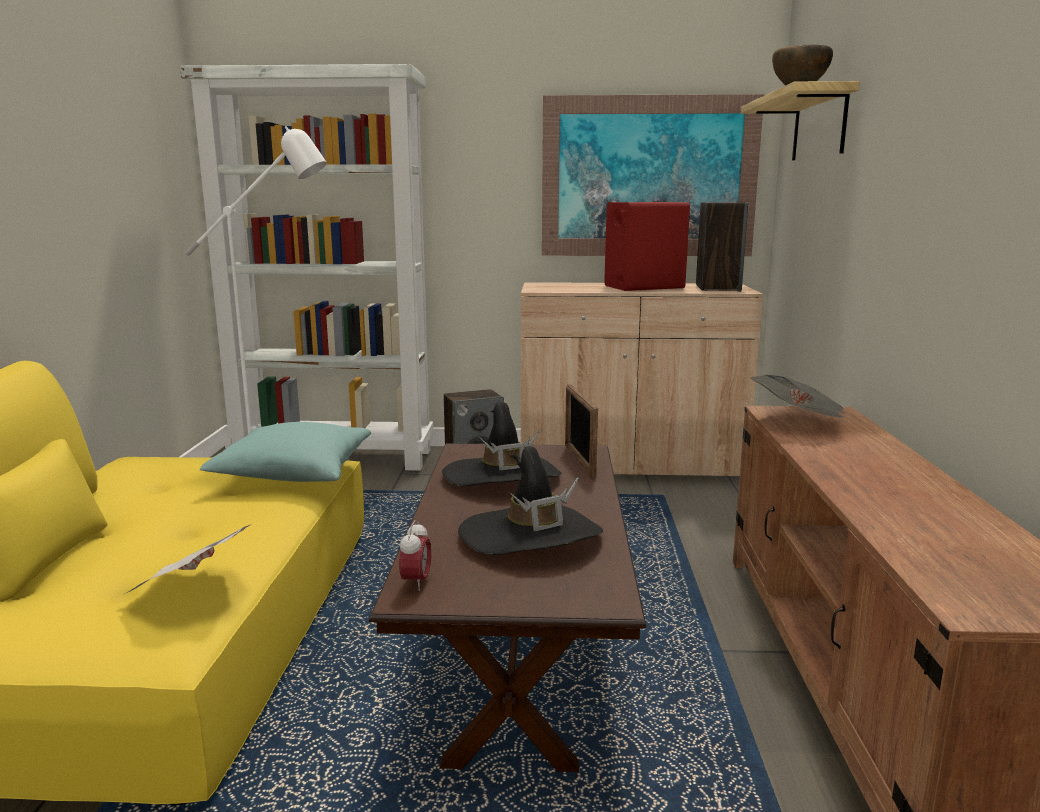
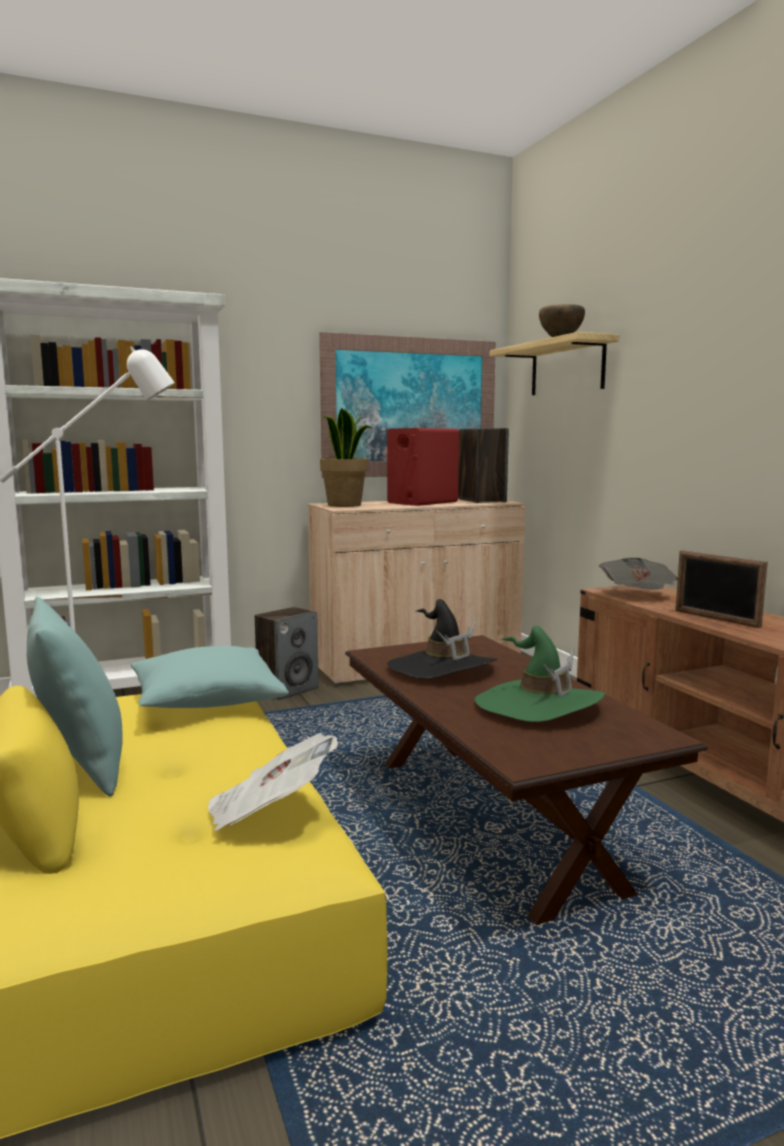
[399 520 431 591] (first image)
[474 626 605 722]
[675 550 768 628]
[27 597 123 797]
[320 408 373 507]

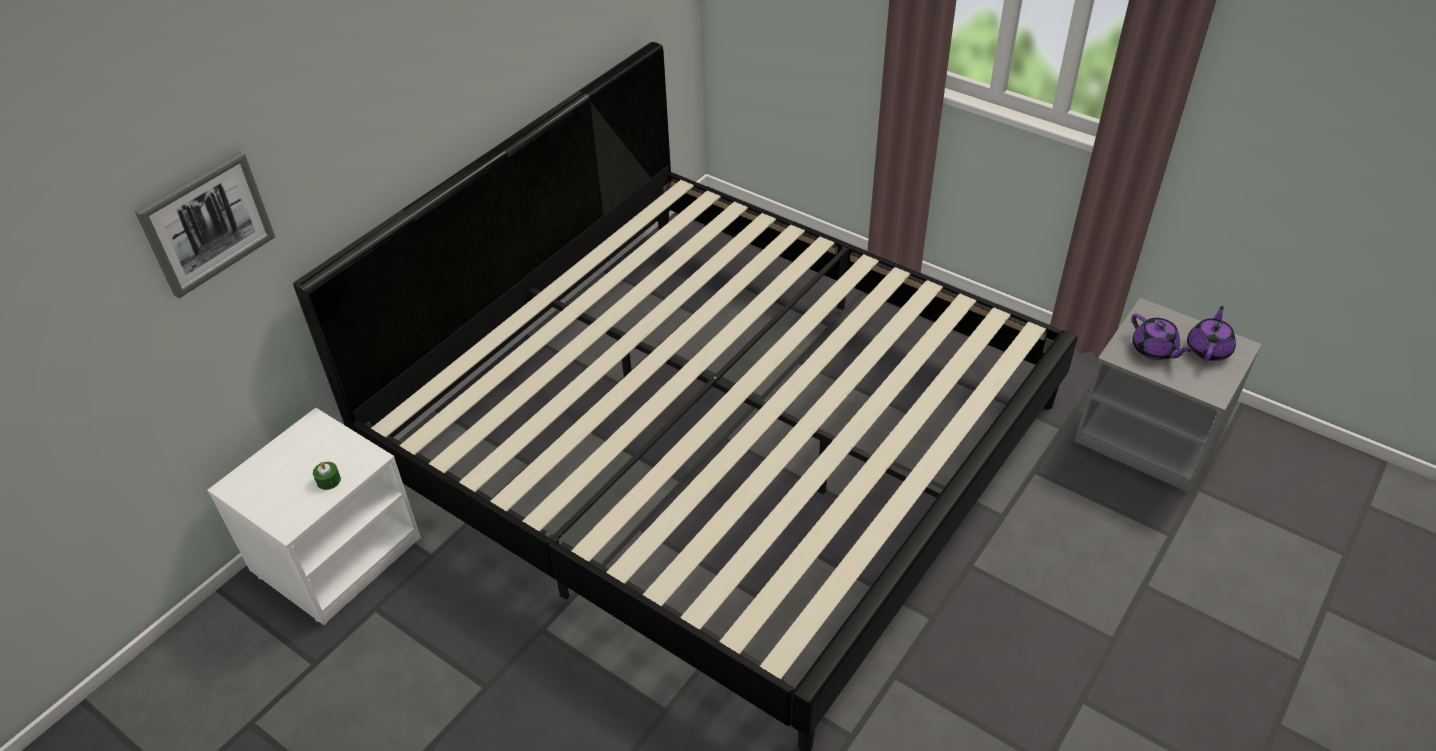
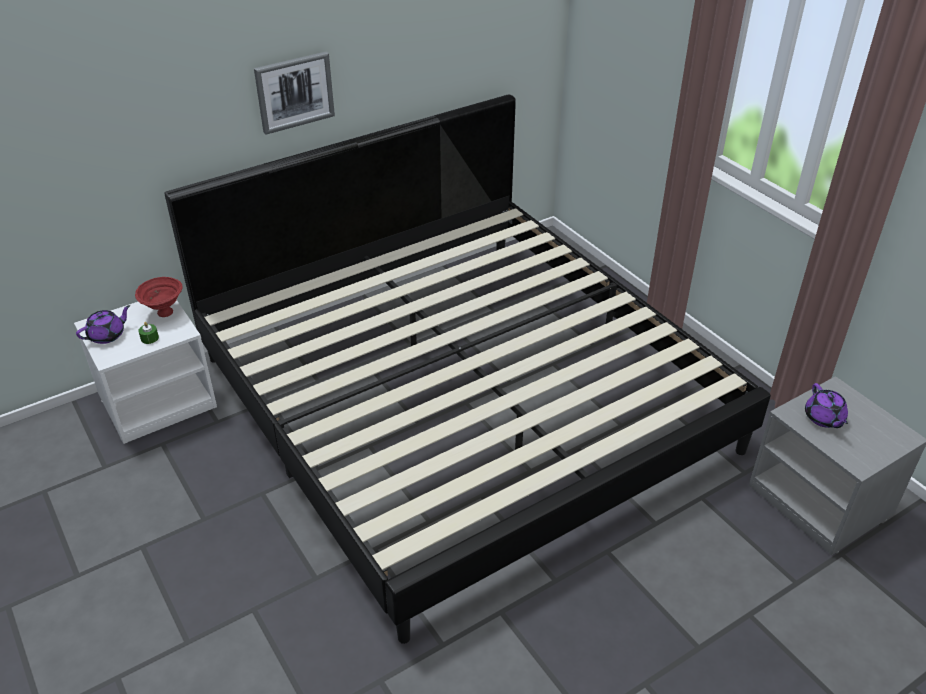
[254 51 335 135]
[76 305 130 344]
[135 277 183 317]

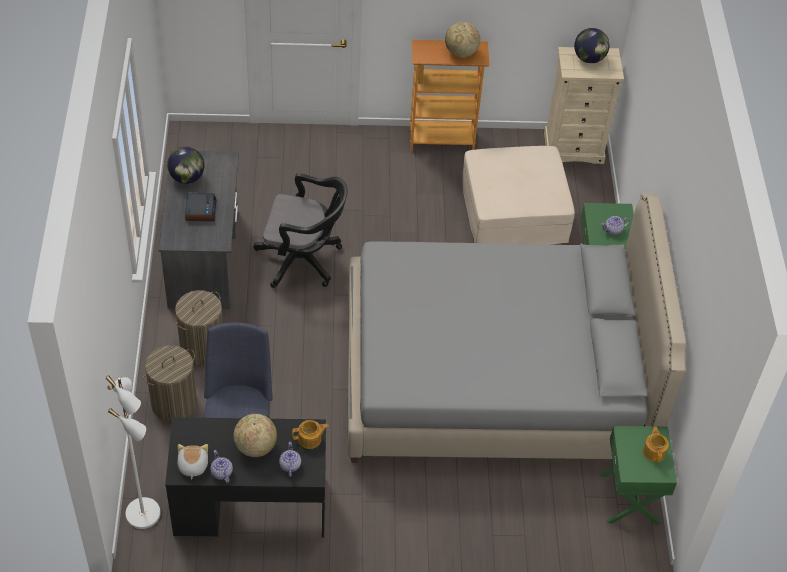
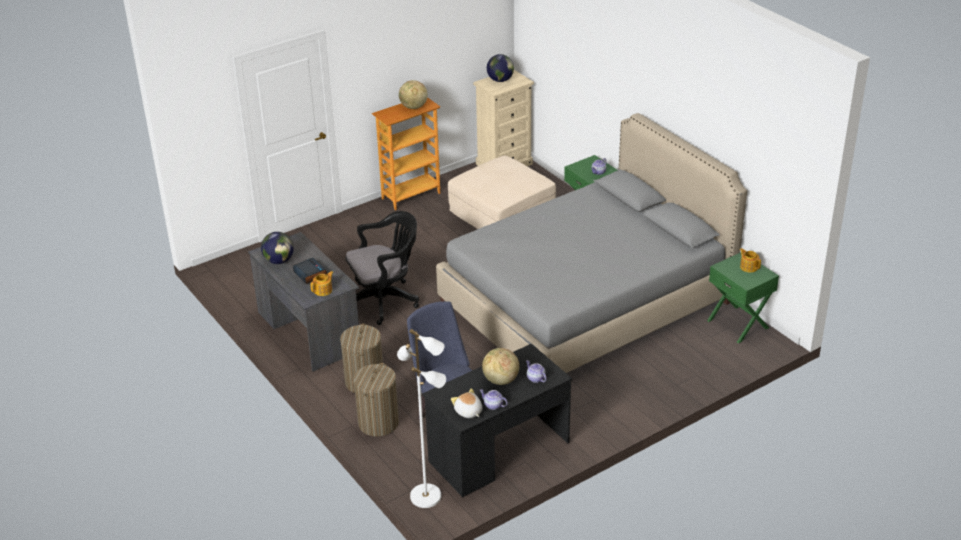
[310 271 334 296]

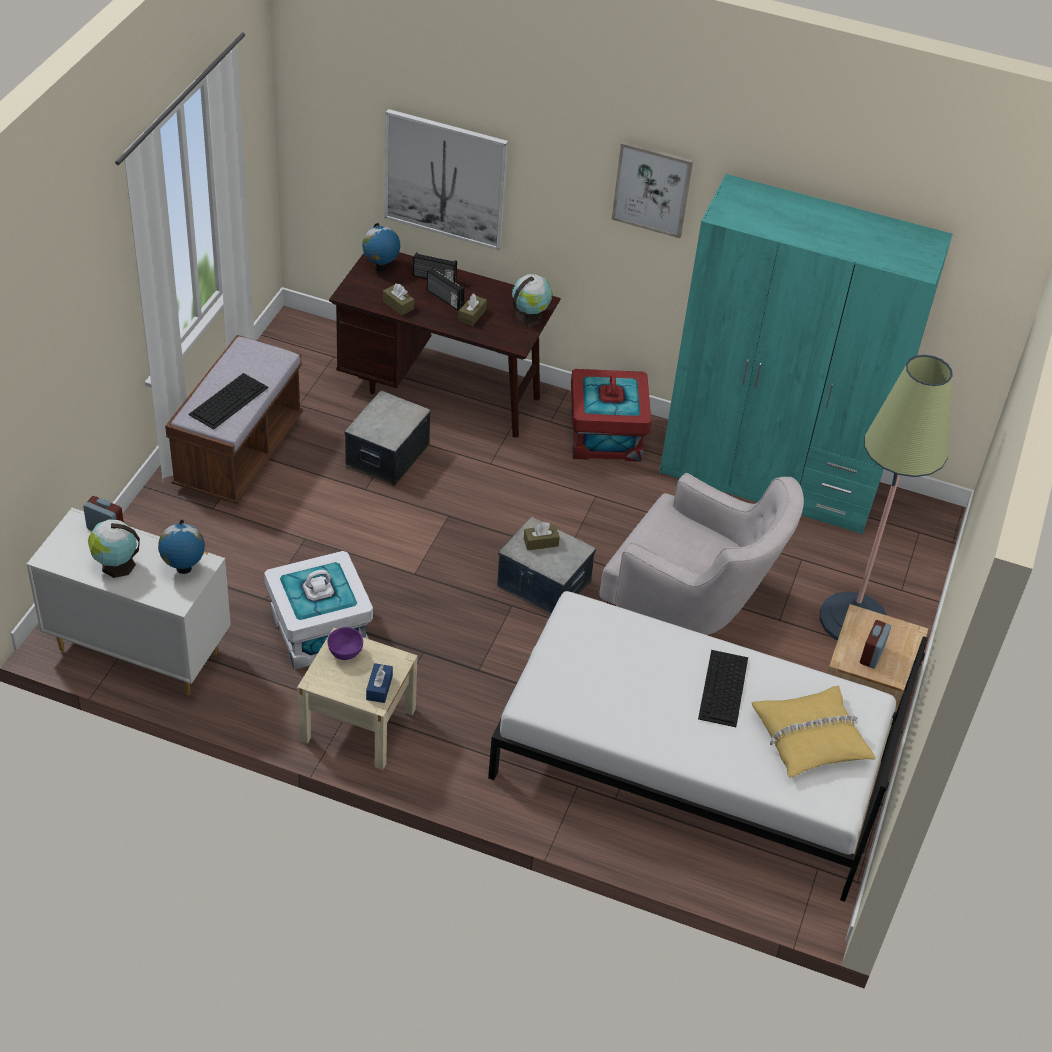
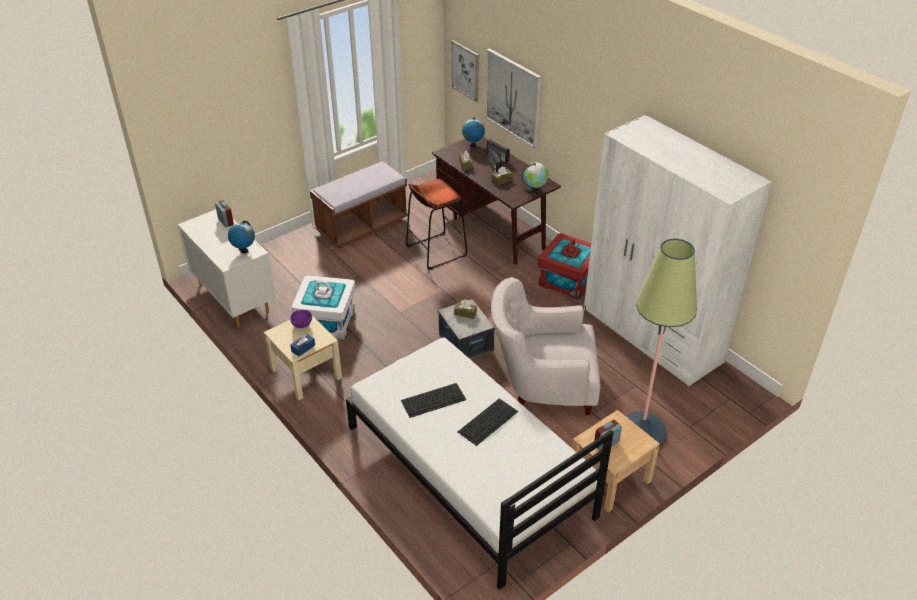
[88 519 140 578] (first image)
[401 383 466 418]
[406 179 467 270]
[491 277 600 415]
[451 40 479 102]
[584 115 772 387]
[752 686 876 778] (first image)

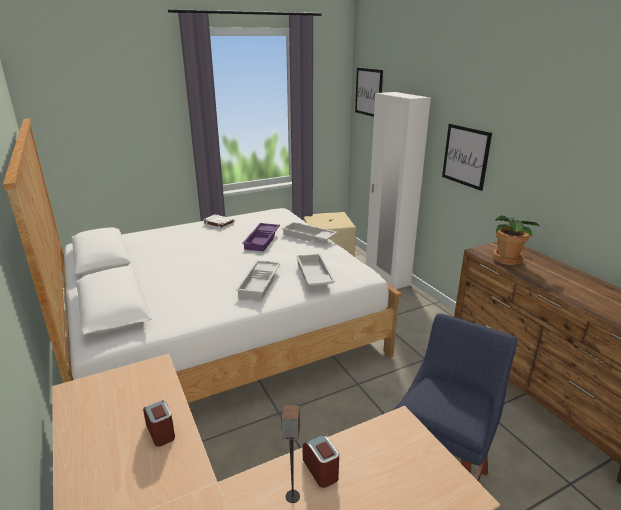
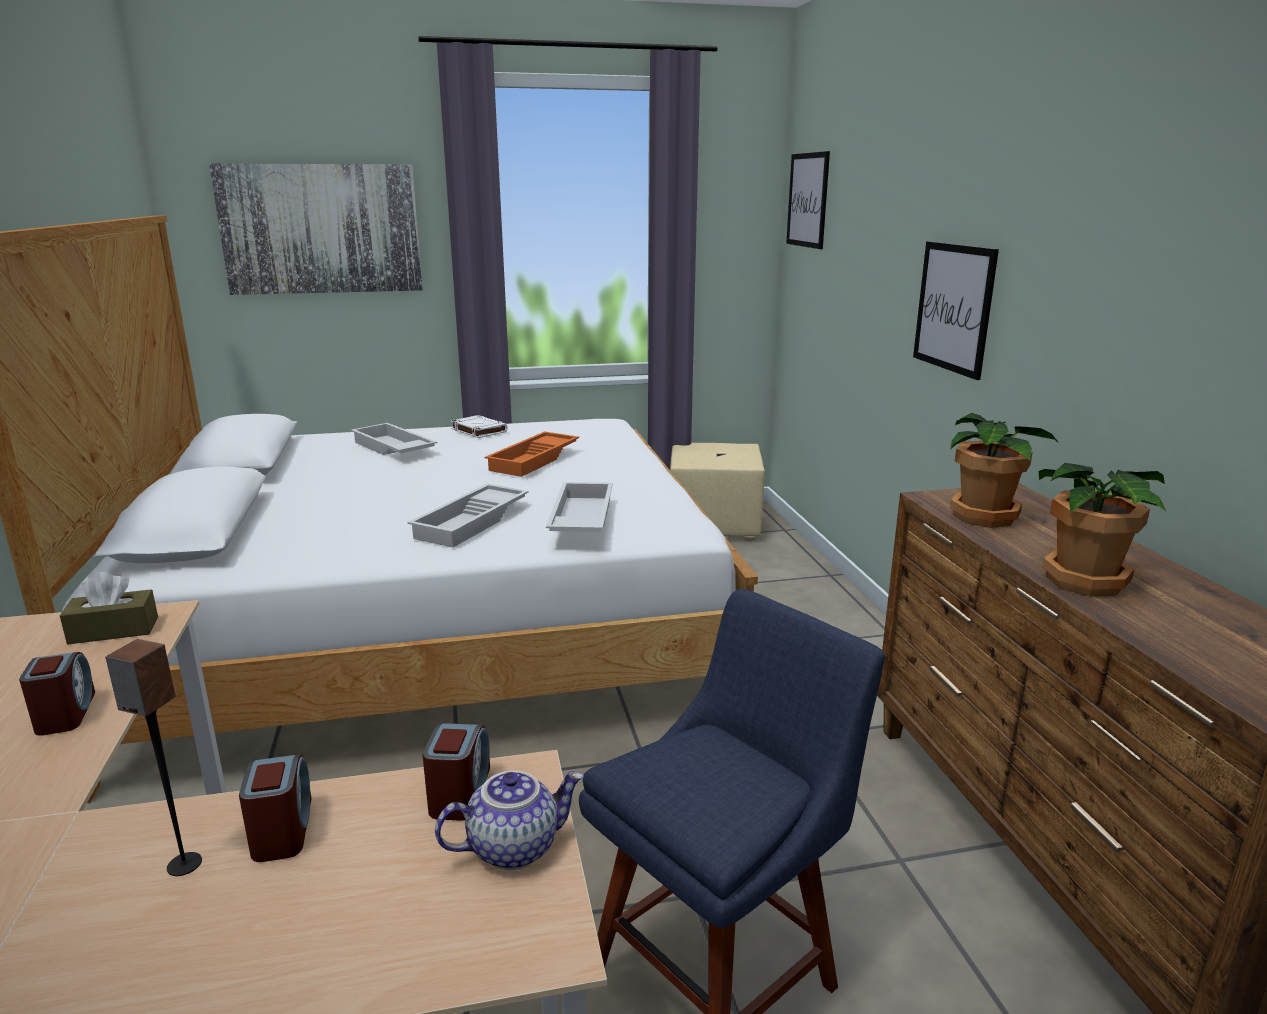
[485 431 579 477]
[351 423 437 455]
[366 92 431 289] (first image)
[60 572 158 644]
[209 163 423 295]
[422 723 490 821]
[435 771 584 870]
[1039 463 1167 596]

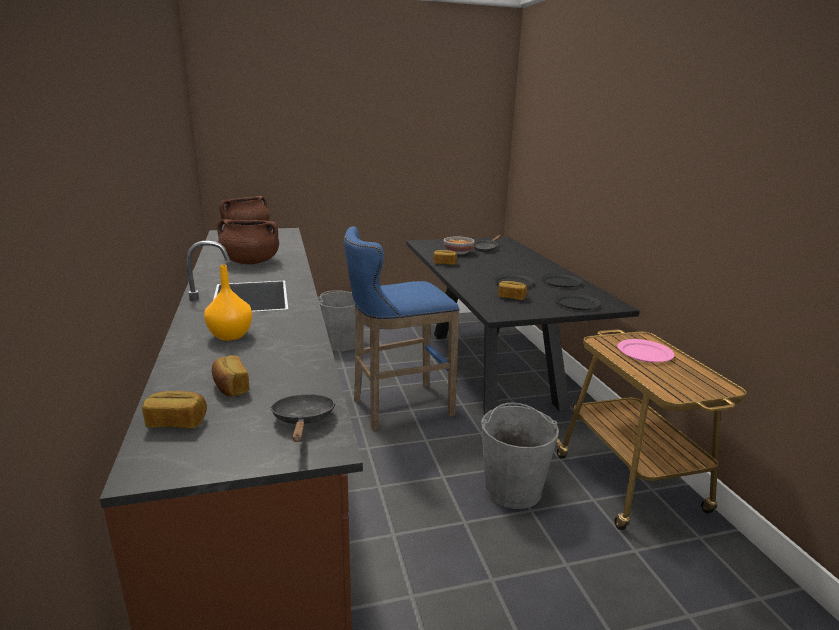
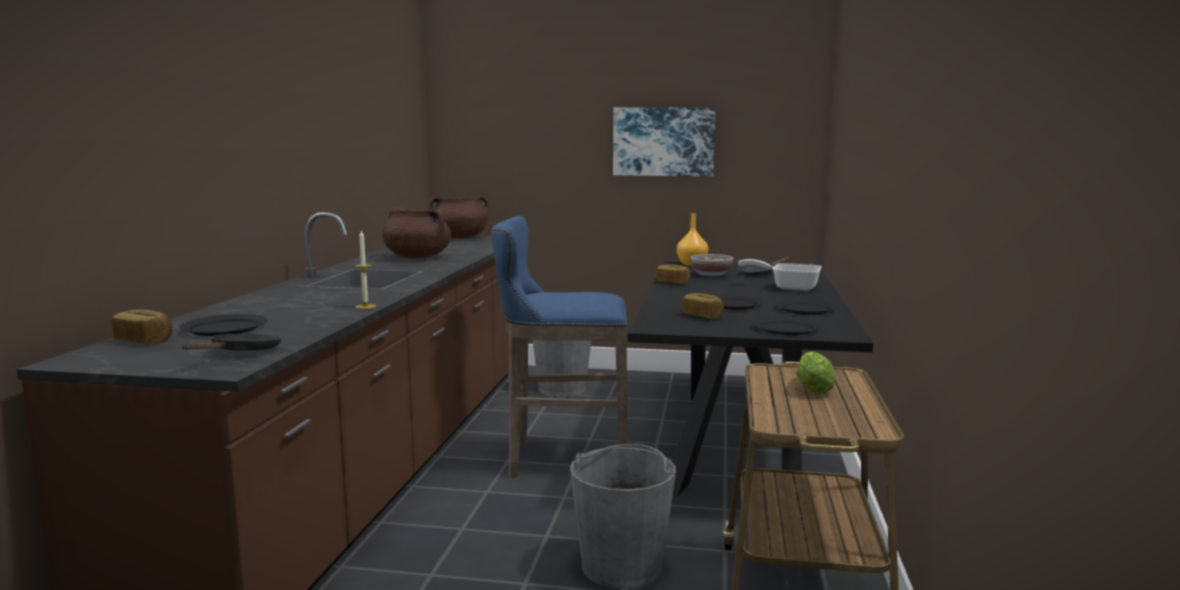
[677 213 708 266]
[180 314 267 336]
[796 351 835 394]
[354 230 376 309]
[613 107 715 176]
[738 259 821 291]

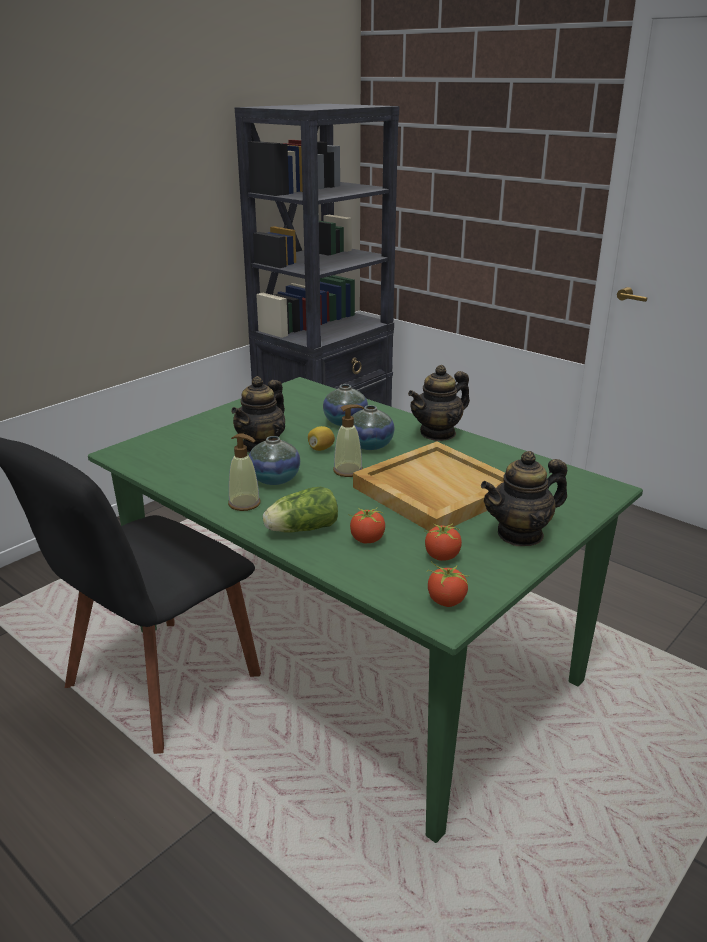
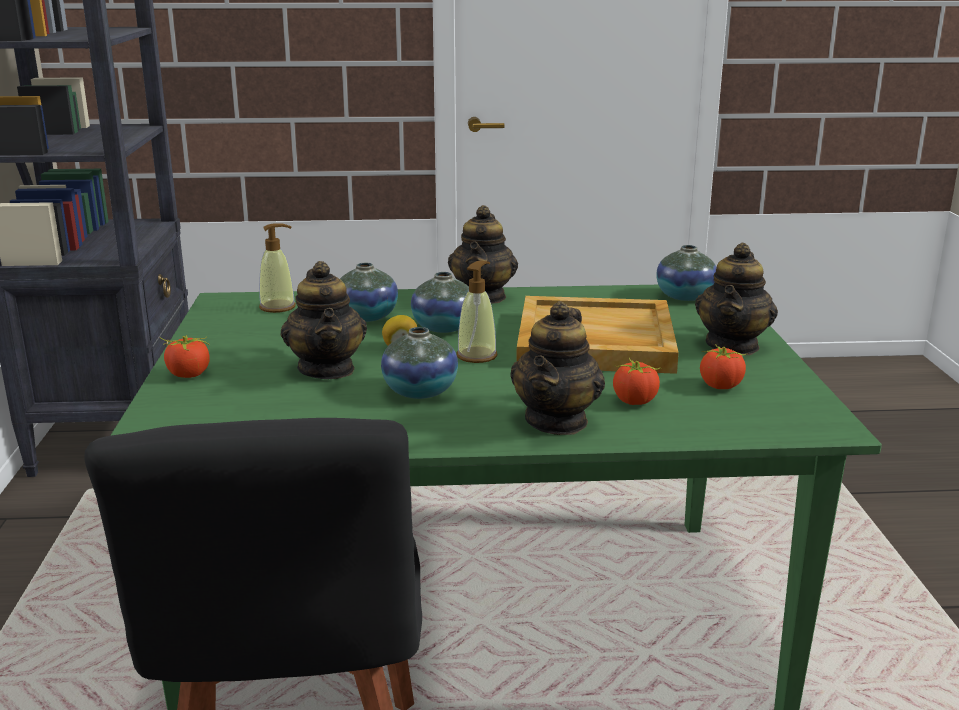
[259 223 296 313]
[510 301 605 435]
[160 335 210 378]
[656 245 717 301]

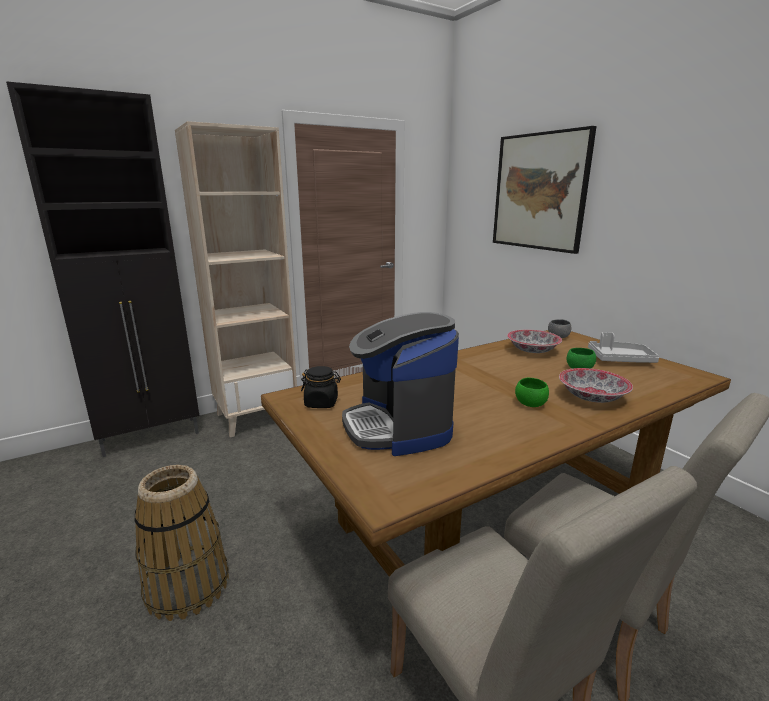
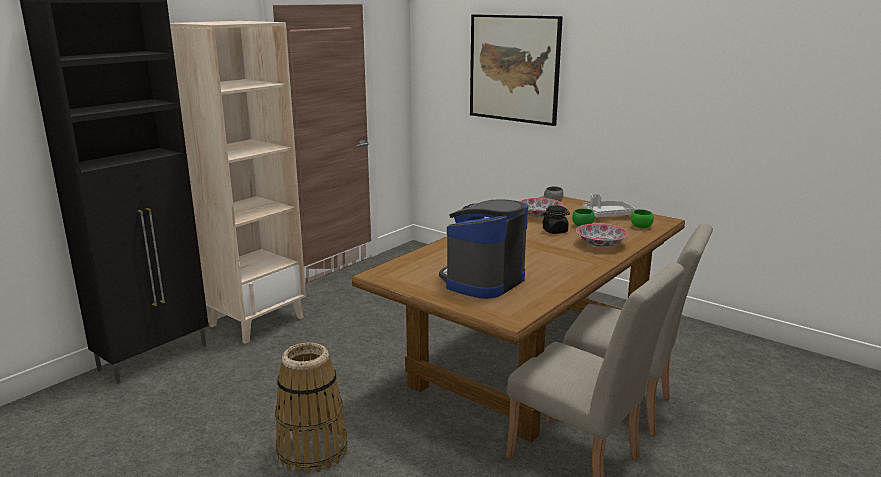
[542 205 570 234]
[439 199 528 299]
[631 209 654 228]

